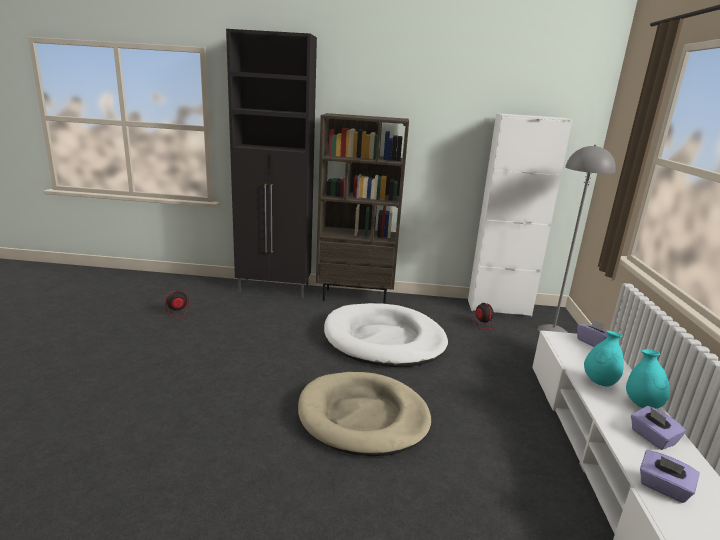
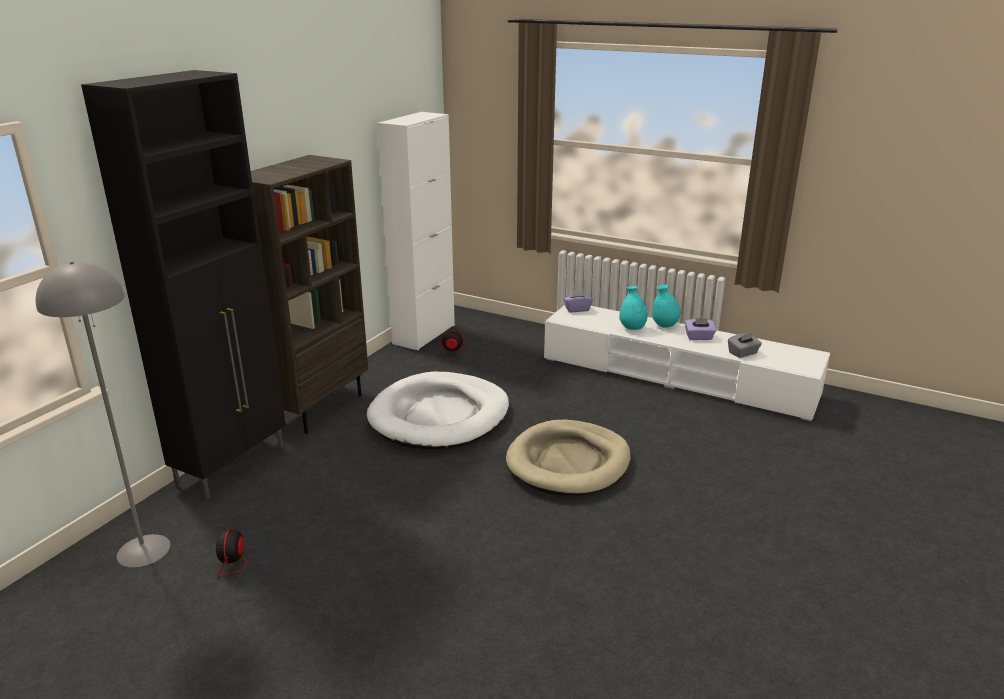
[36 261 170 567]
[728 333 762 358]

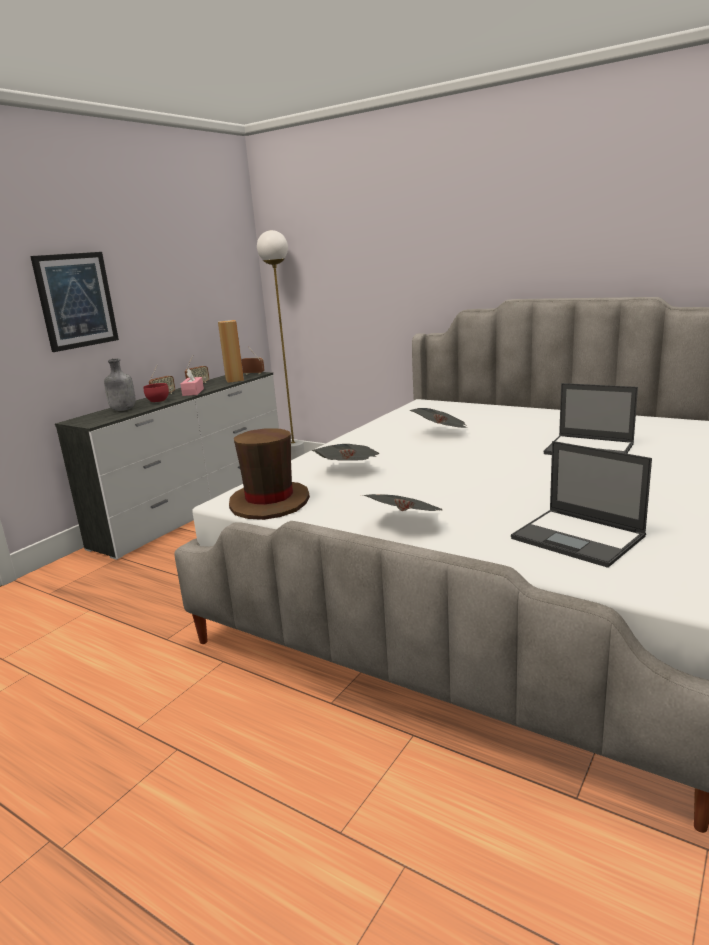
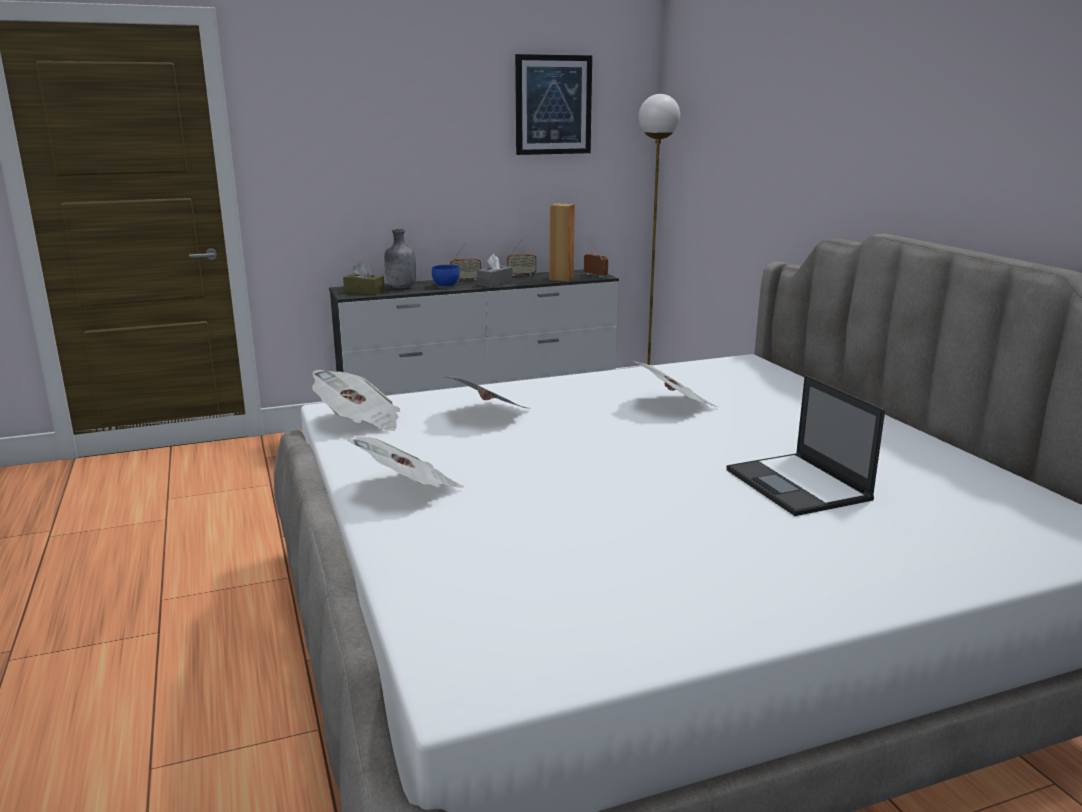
[515 54 592 155]
[432 265 460 287]
[477 254 513 287]
[312 370 400 431]
[511 441 652 568] (first image)
[343 261 385 295]

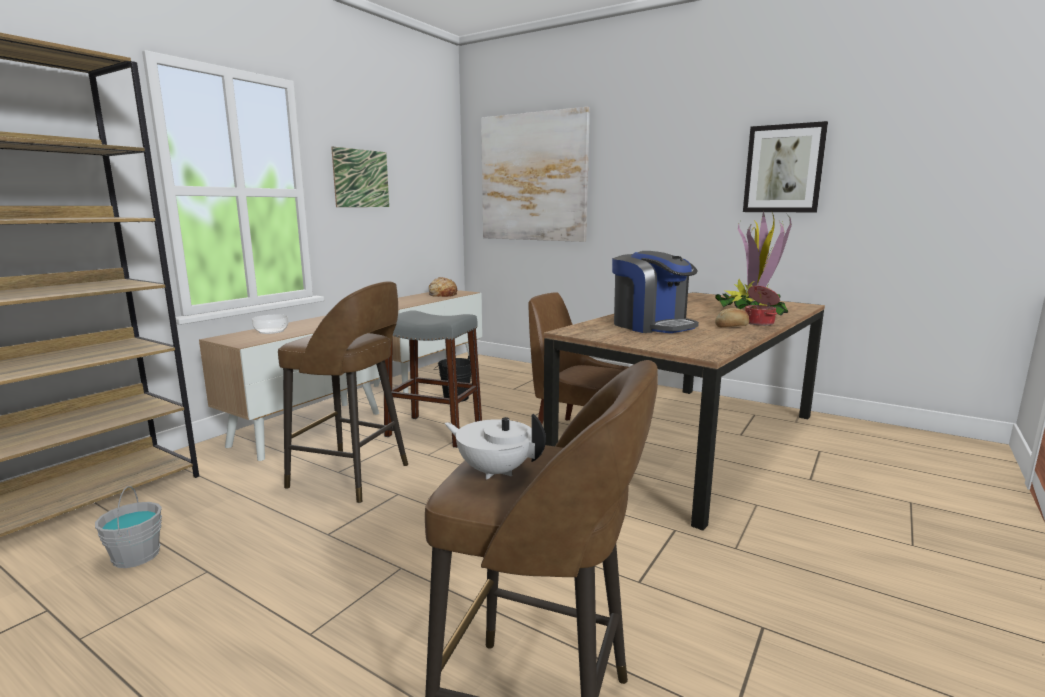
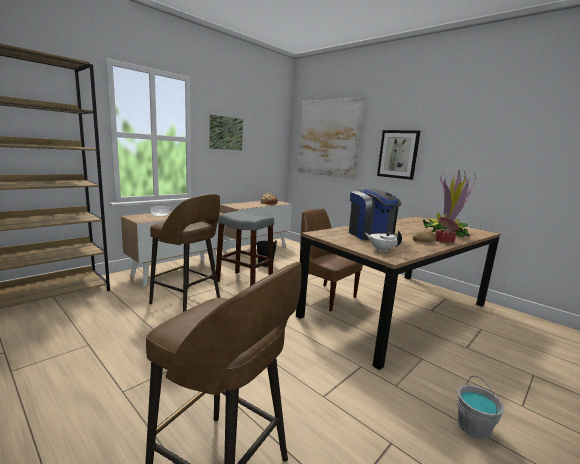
[457 375 504 439]
[365 231 402 252]
[377 130 421 180]

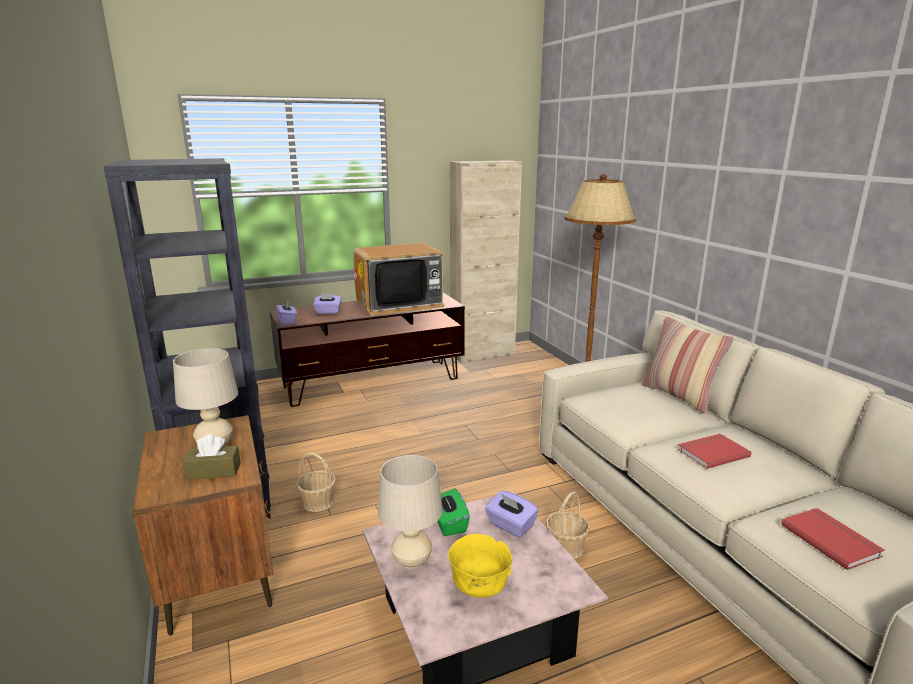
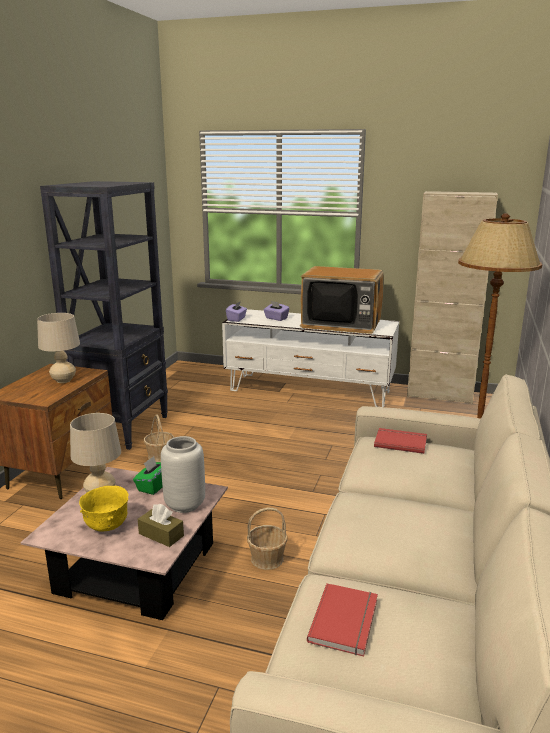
[138 504 184 547]
[222 309 399 407]
[161 436 205 513]
[641 316 734 414] (first image)
[374 428 427 454]

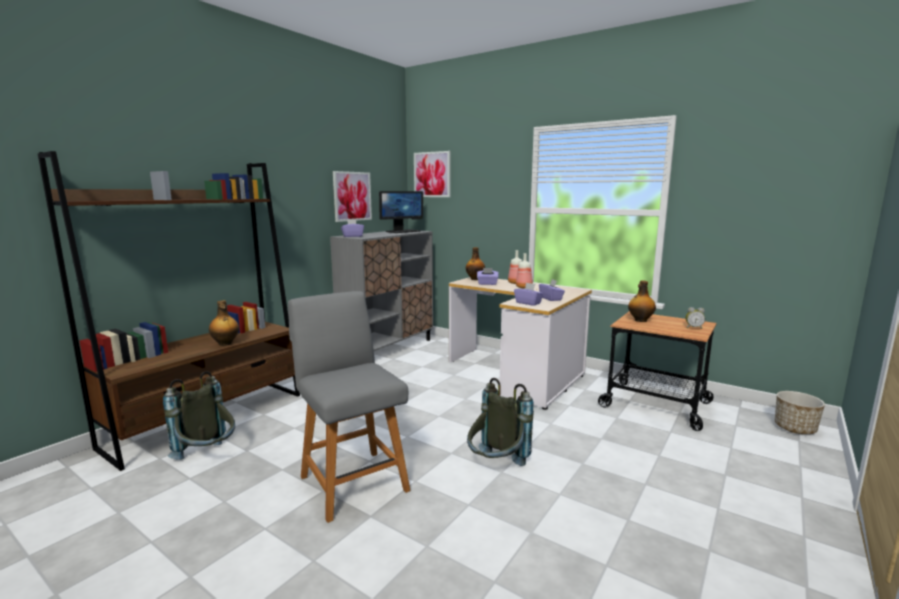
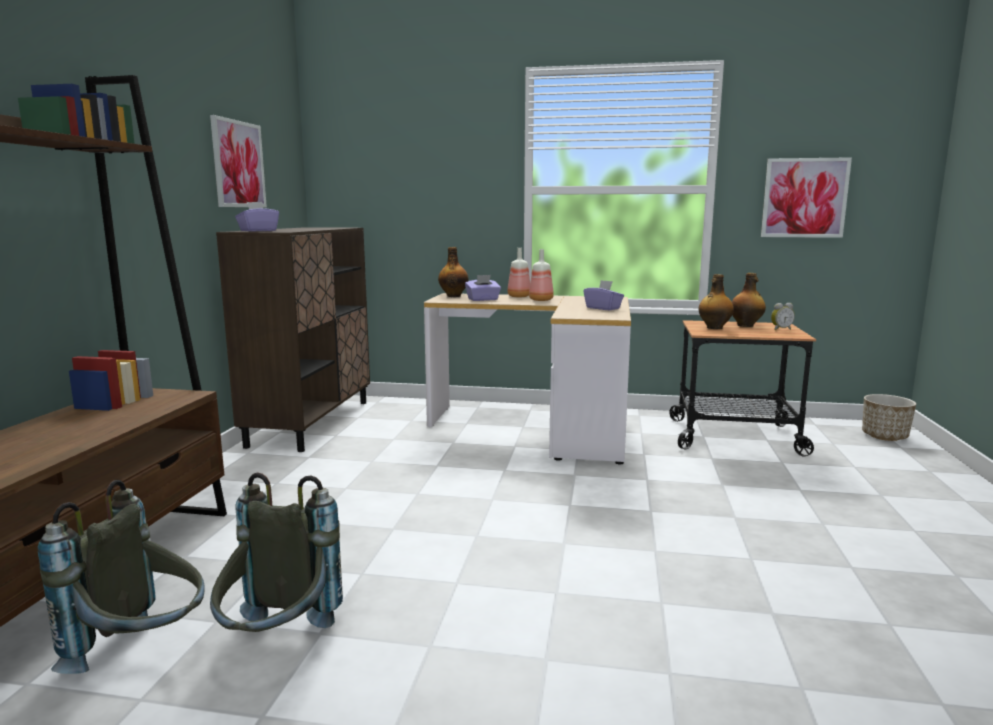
[732 273 766 327]
[288 291 411 523] (first image)
[216 227 370 452]
[379 191 423 233] (first image)
[761 157 852 238]
[210 472 343 632]
[514 283 544 306] (first image)

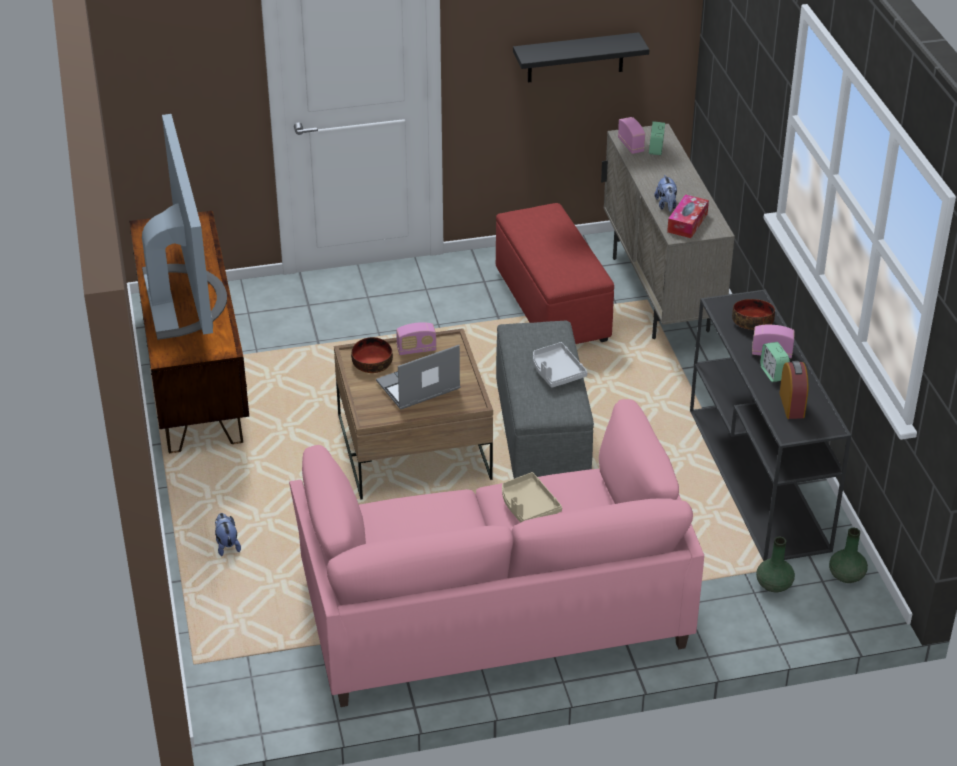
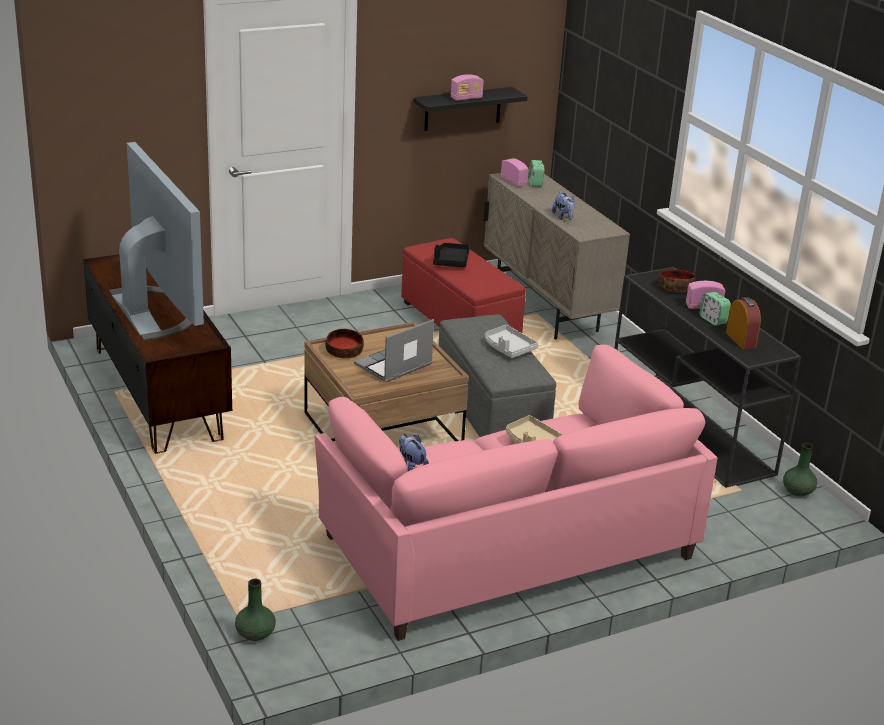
[399 434 429 471]
[451 74 484 101]
[667 194 709 238] (first image)
[235 579 276 641]
[433 243 470 267]

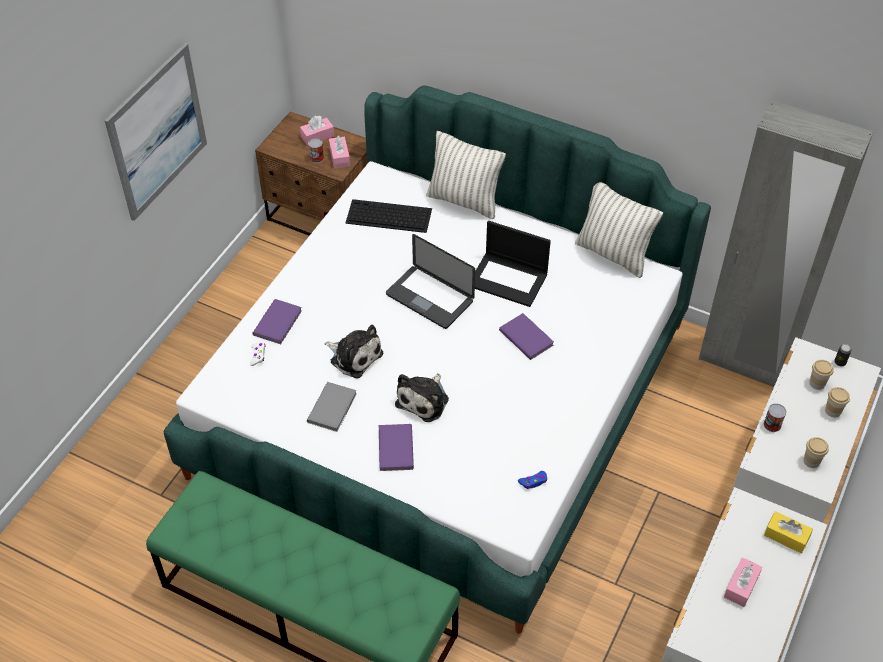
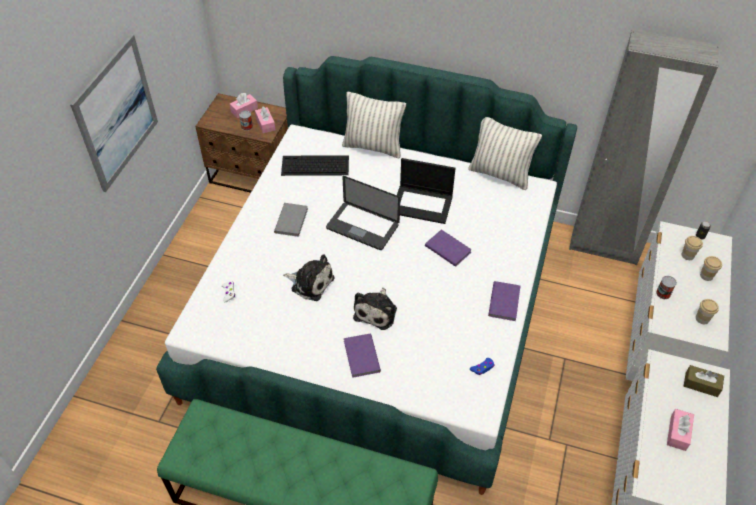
[488 281 521 321]
[274 203 308 237]
[684 365 724 397]

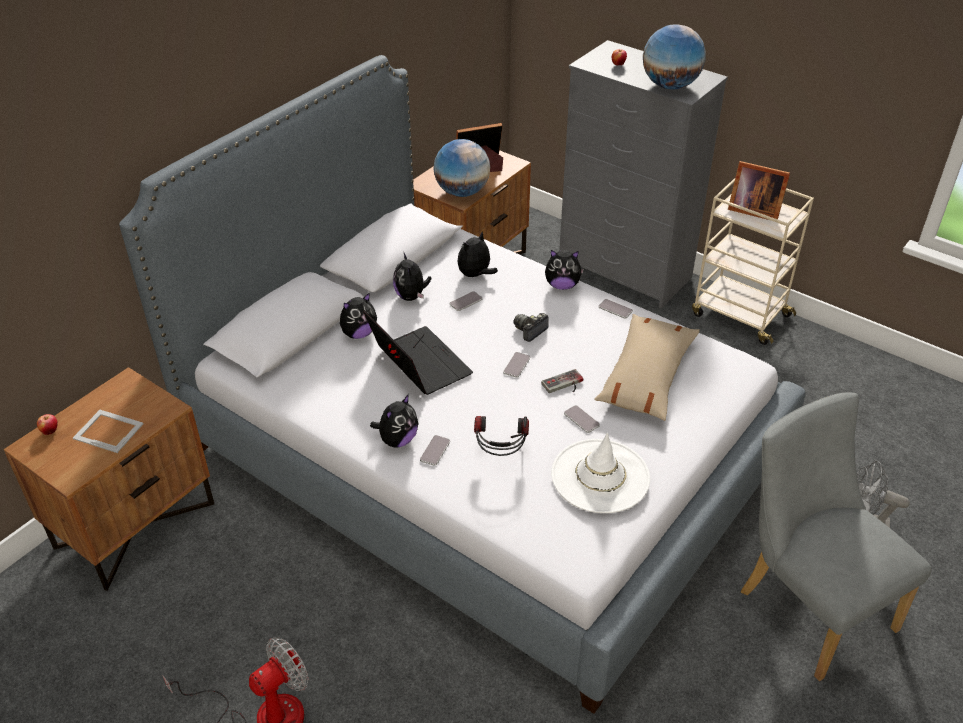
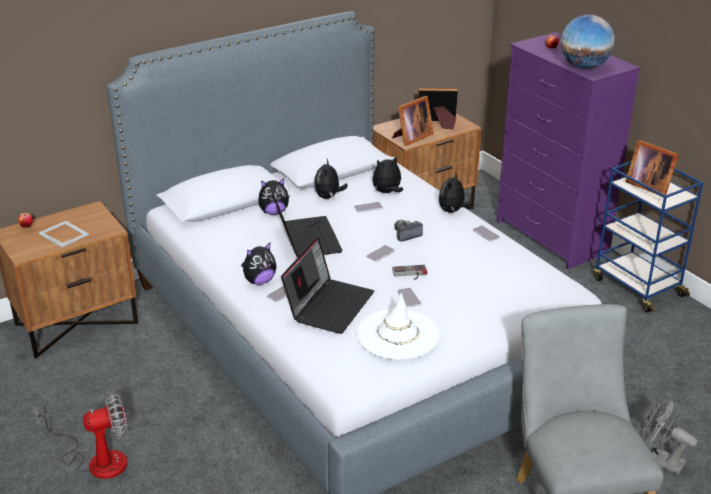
[392 96 434 146]
[281 237 374 334]
[439 173 474 213]
[497 32 640 269]
[594 314 700 421] (first image)
[594 161 703 313]

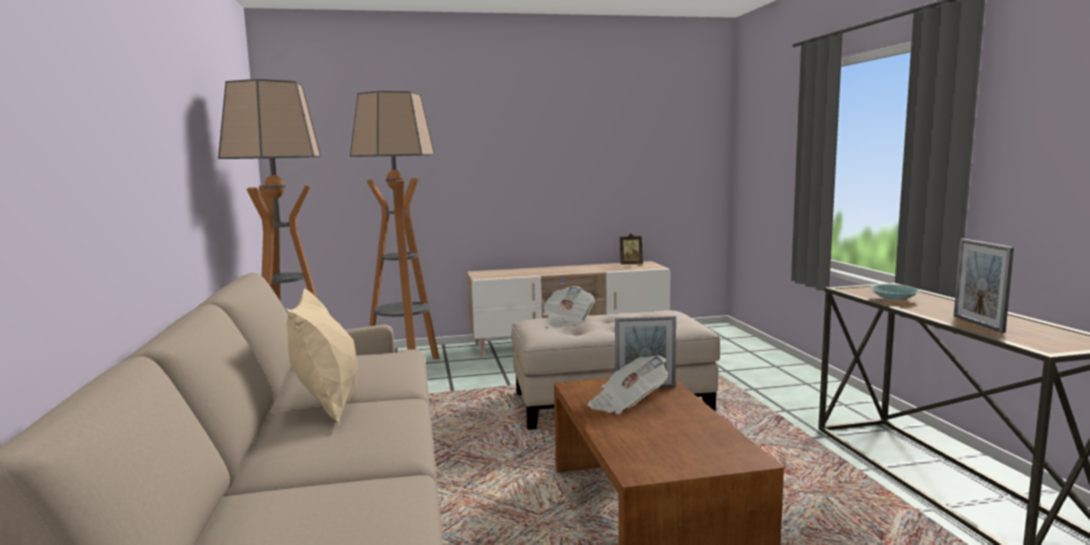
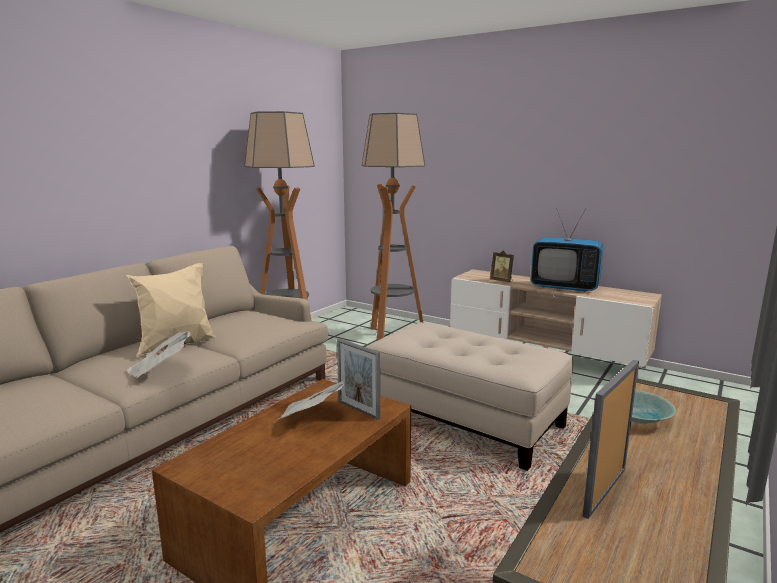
[127 331 191 378]
[490 250 514 282]
[531 209 604 292]

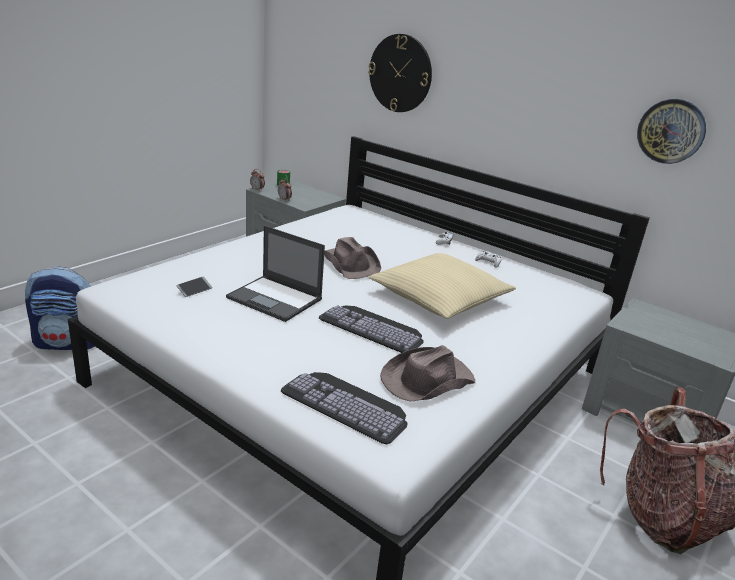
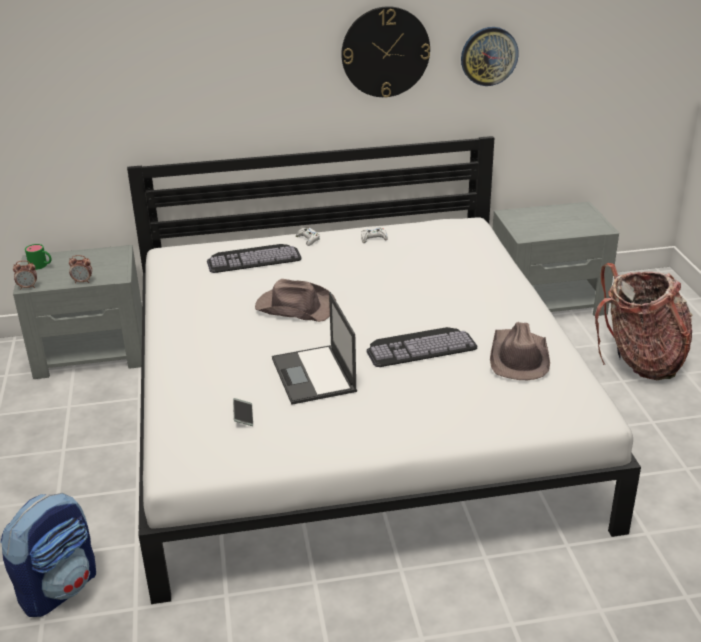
[272 292 357 405]
[207 244 302 273]
[341 6 430 98]
[369 253 516 319] (first image)

